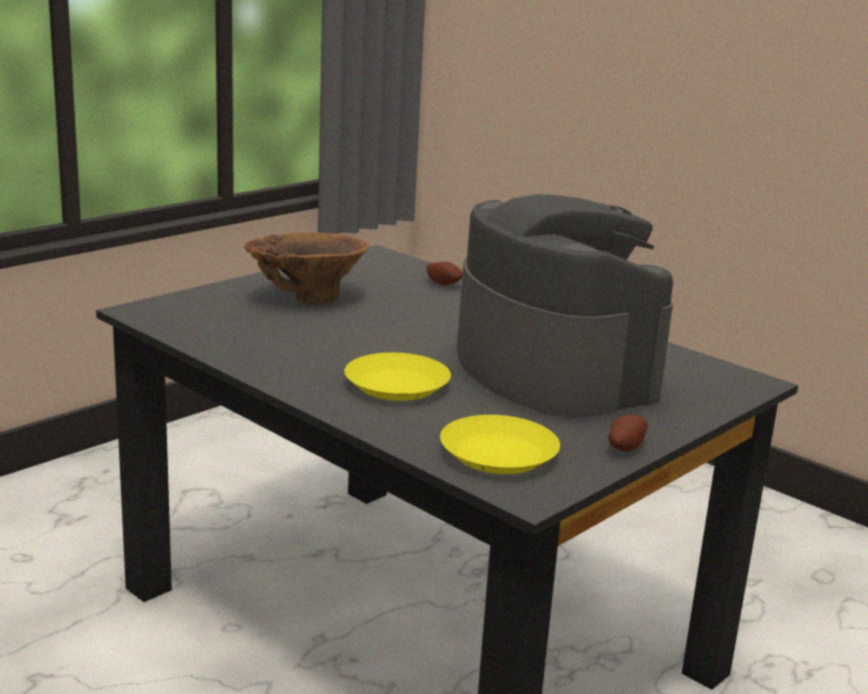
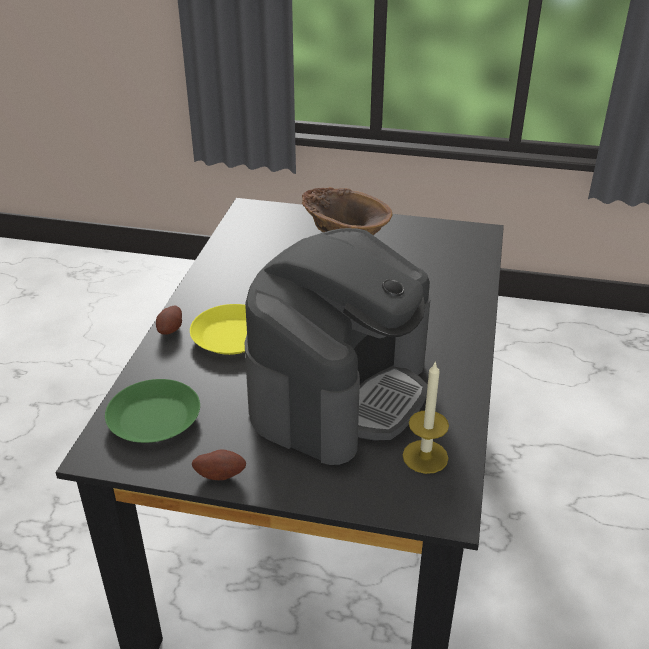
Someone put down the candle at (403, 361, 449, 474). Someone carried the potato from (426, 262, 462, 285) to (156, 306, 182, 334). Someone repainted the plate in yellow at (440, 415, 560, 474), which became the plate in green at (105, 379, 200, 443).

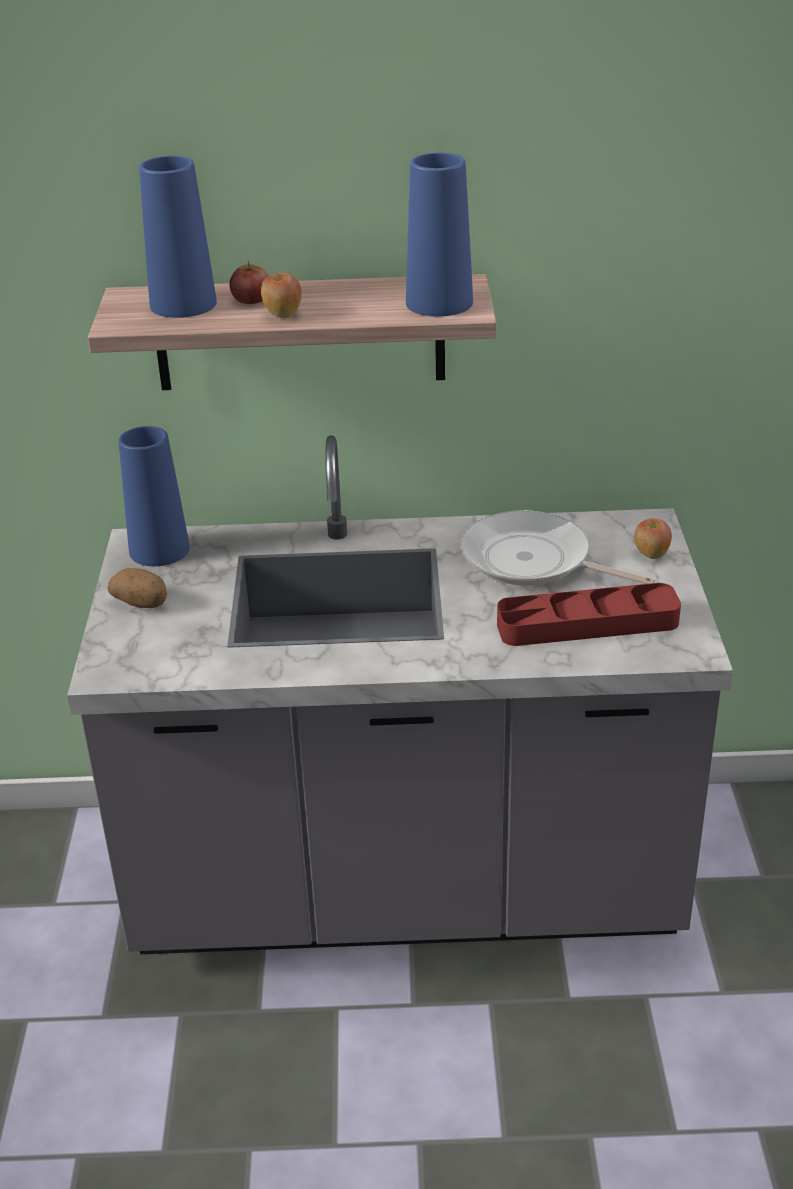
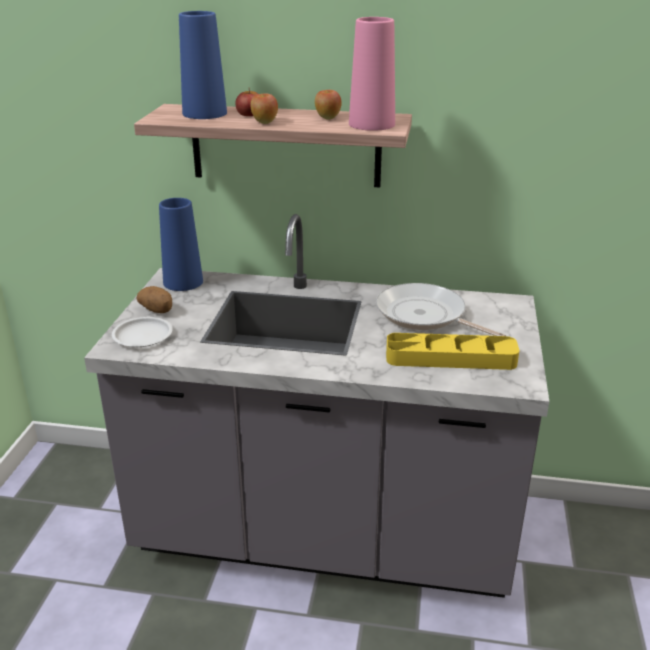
Someone put down the plate in white at (112, 317, 173, 347). Someone carried the apple from (634, 518, 672, 559) to (315, 90, 342, 120). Someone repainted the vase in blue at (406, 153, 473, 317), which became the vase in pink at (349, 17, 395, 131). Someone repainted the tray in red at (497, 583, 681, 646), which became the tray in yellow at (386, 333, 519, 370).

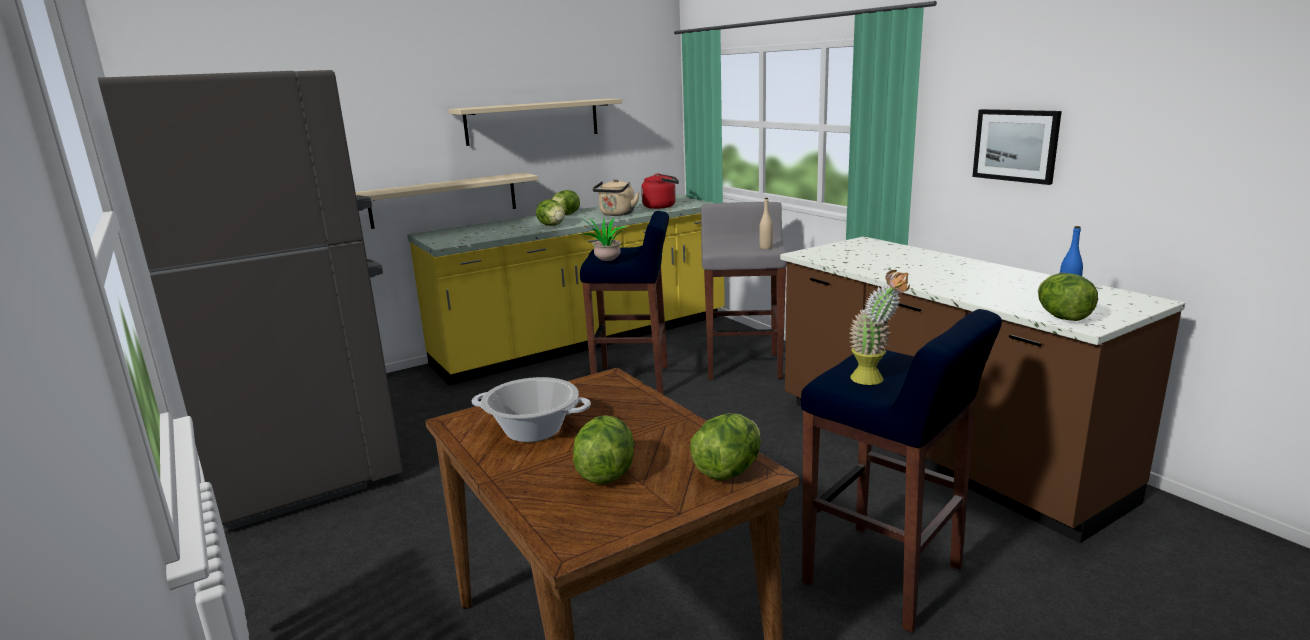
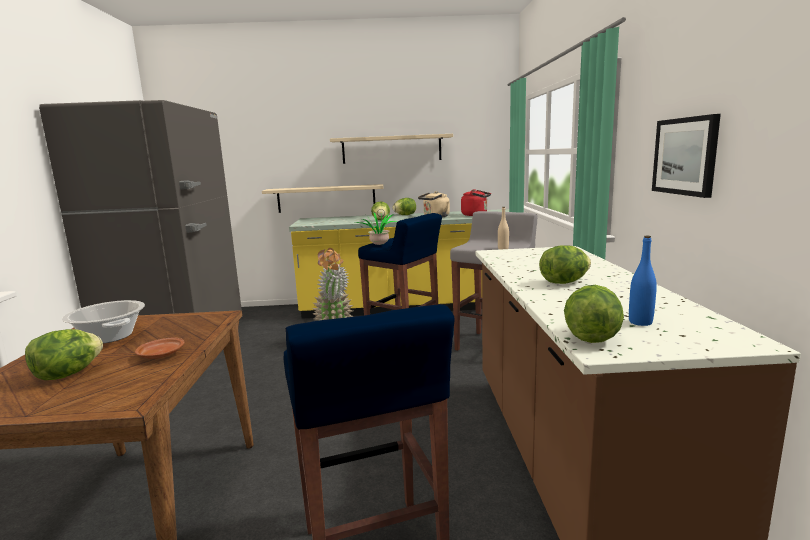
Someone put down the plate in brown at (135, 337, 185, 359). Someone carried the lettuce from (690, 413, 761, 480) to (539, 245, 591, 284).

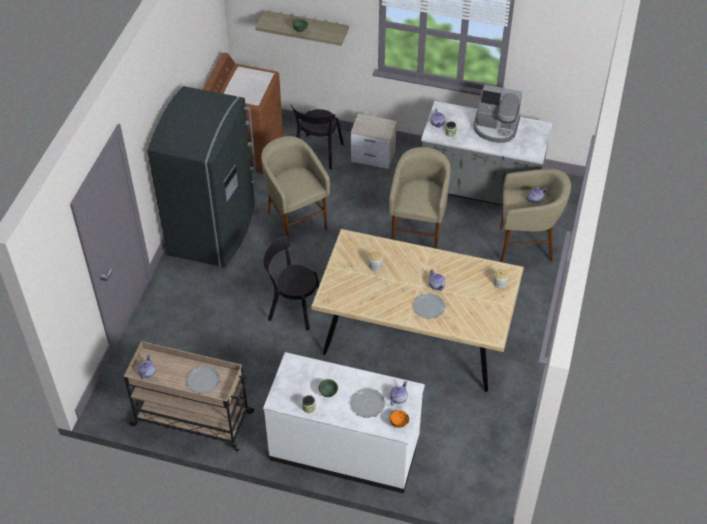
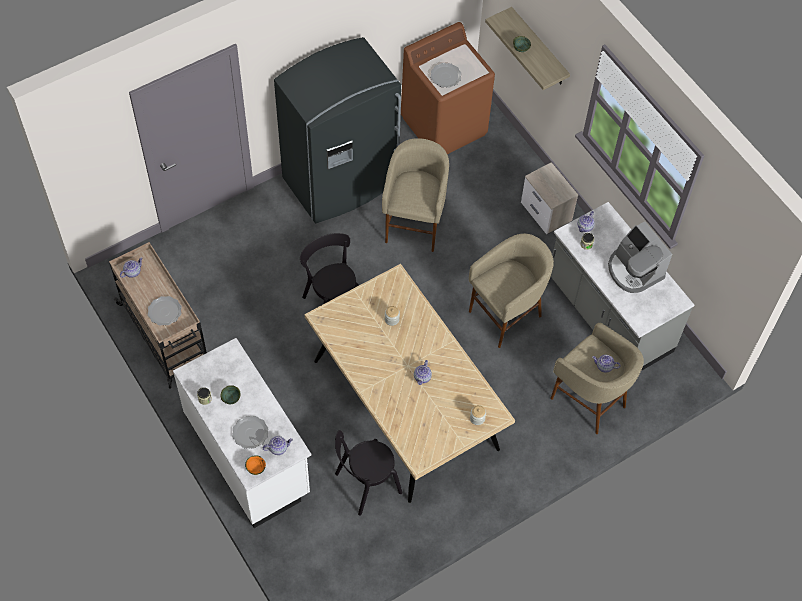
Someone carried the chair in black from (291, 105, 344, 170) to (335, 430, 403, 516). Someone carried the plate from (413, 293, 446, 319) to (430, 63, 462, 88).

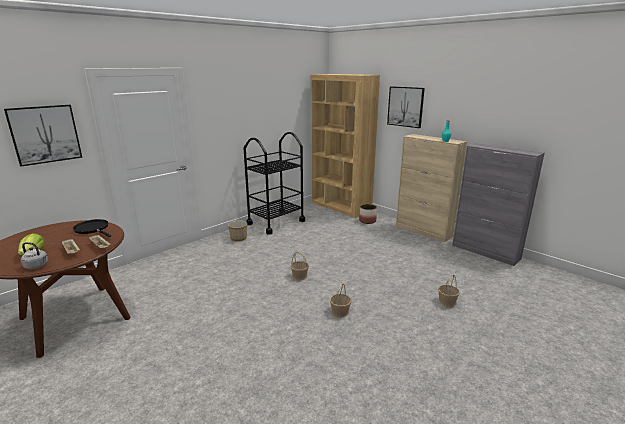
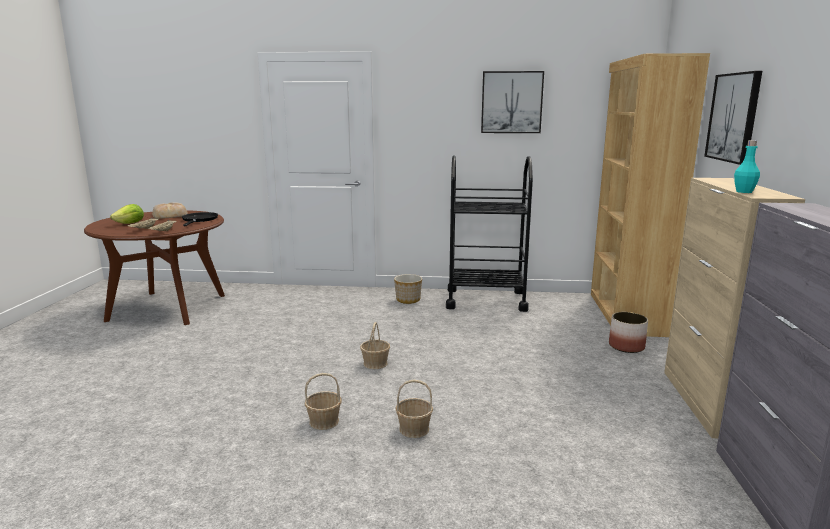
Someone took away the kettle in grey at (21, 242, 48, 269). Someone put down the bread at (152, 203, 188, 219). Someone carried the picture from (4, 105, 82, 167) to (481, 71, 544, 133). Someone carried the basket from (438, 274, 460, 307) to (395, 380, 433, 438).

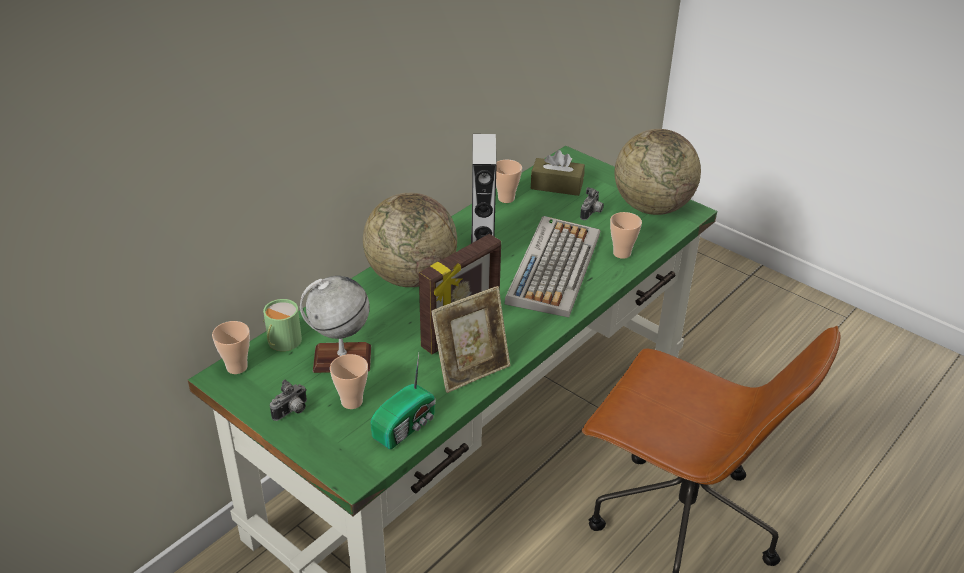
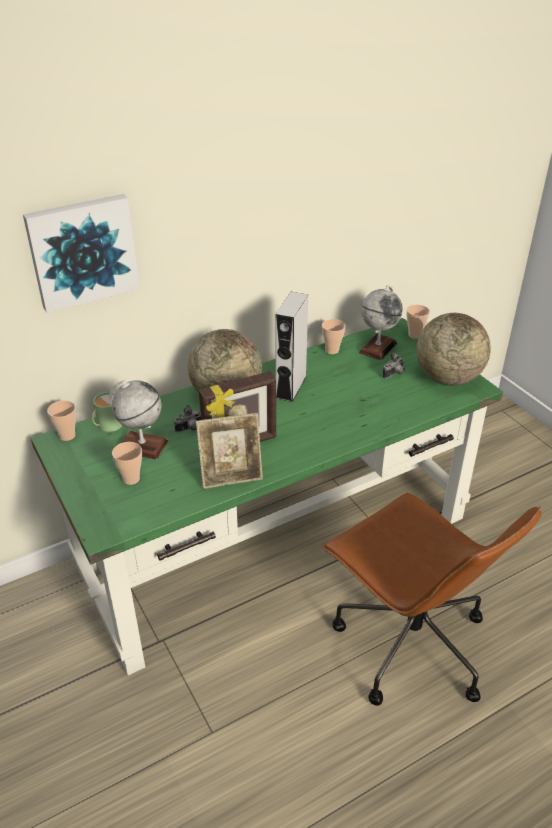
Someone took away the radio at (370, 353, 436, 449). Someone took away the keyboard at (505, 216, 600, 317). Someone put up the picture at (23, 194, 140, 313). Someone carried the photo camera from (270, 380, 307, 421) to (174, 405, 201, 432). Someone carried the cup from (610, 212, 642, 259) to (407, 305, 430, 339). Someone swapped the tissue box in brown at (531, 150, 585, 196) for the globe at (359, 285, 403, 360).

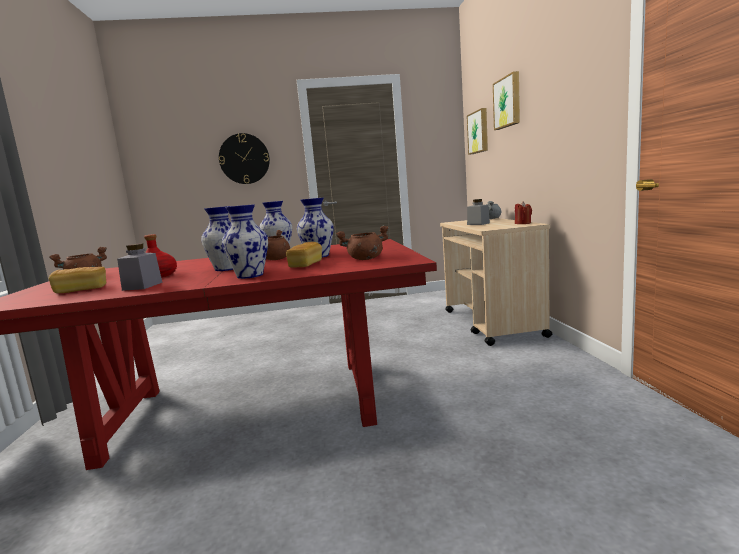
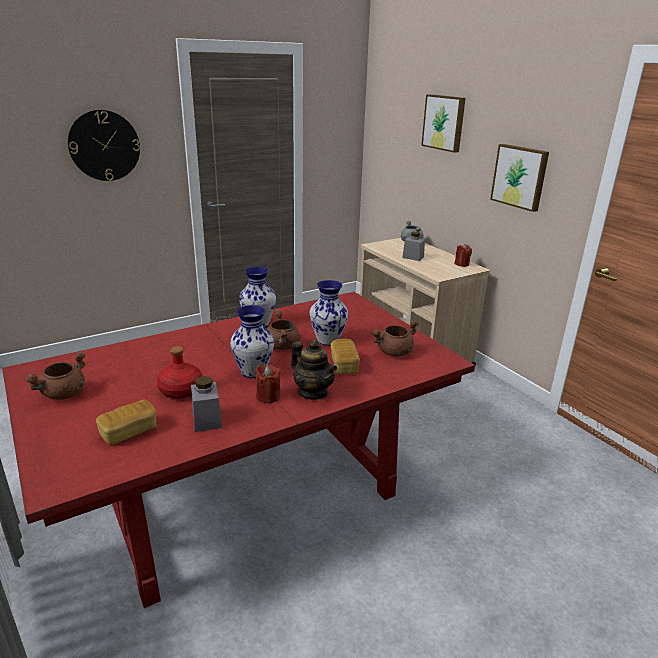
Someone put down the candle in red at (255, 365, 280, 403). Someone carried the picture from (467, 108, 488, 155) to (490, 144, 549, 212). Someone swapped the vase at (222, 204, 268, 279) for the teapot at (291, 340, 337, 400).

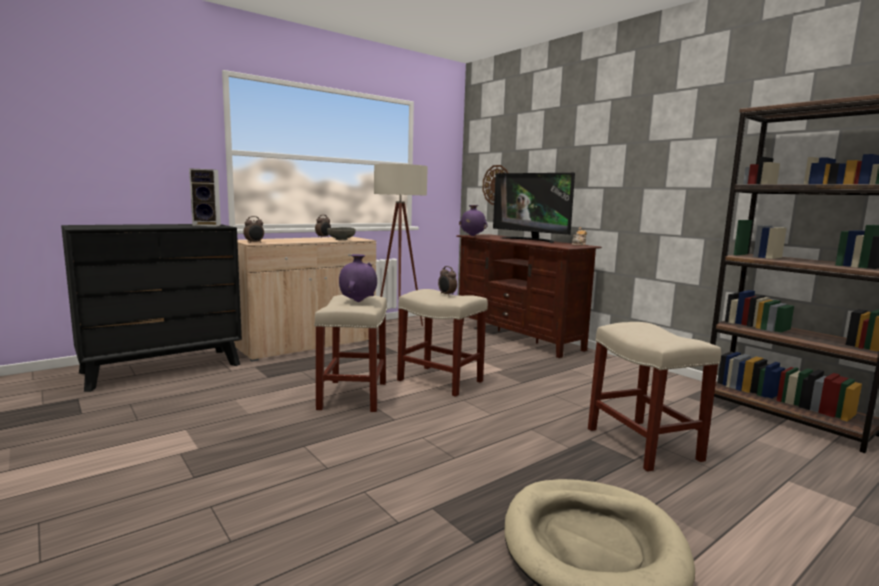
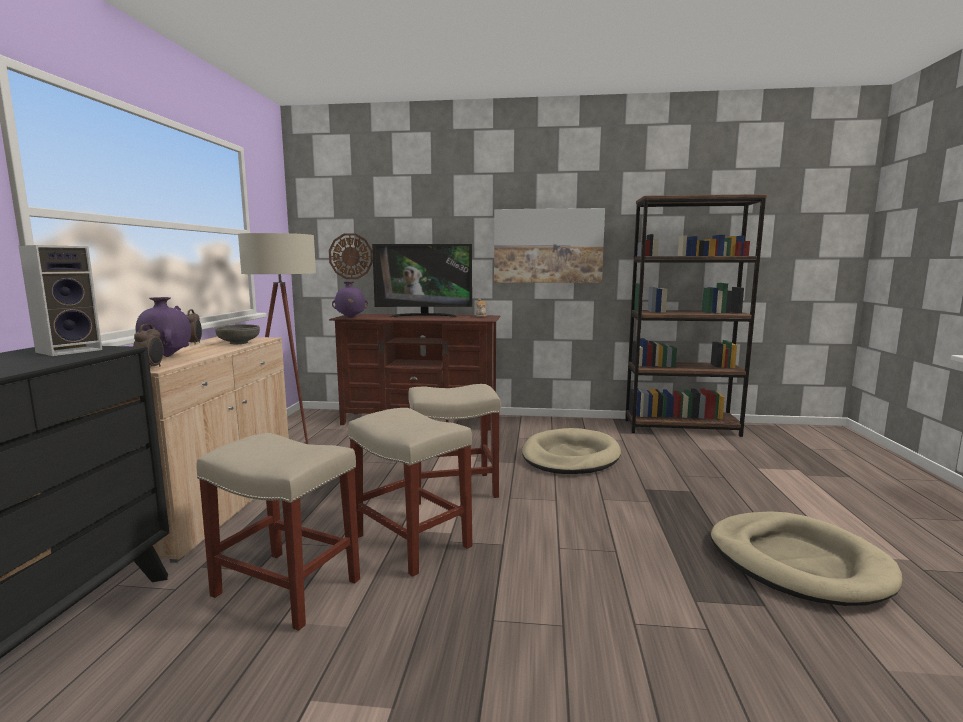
Someone took away the alarm clock at (438, 266, 457, 295). Someone put up the picture at (494, 208, 605, 283). Someone put down the dog bed in beige at (522, 428, 621, 474). Someone carried the vase in purple from (339, 254, 377, 302) to (136, 297, 191, 357). Someone carried the stool in beige from (588, 322, 721, 472) to (196, 433, 360, 631).

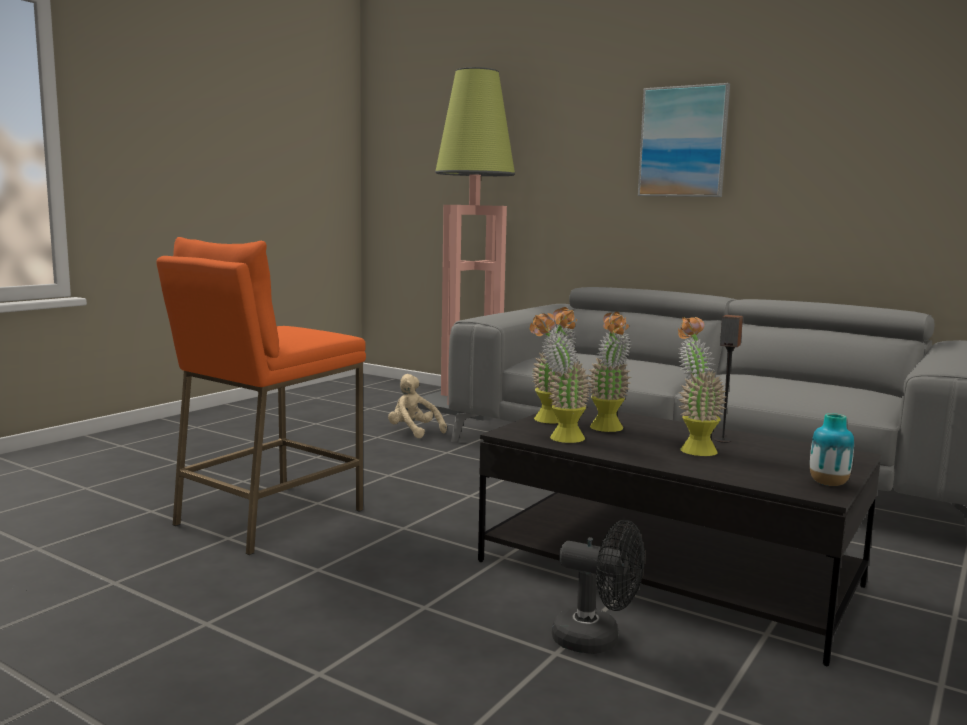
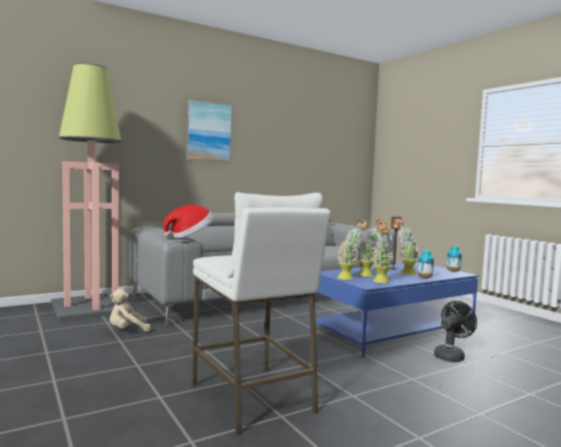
Someone put down the hat at (163, 205, 214, 238). Someone put down the vase at (418, 250, 434, 278). Someone repainted the stool in orange at (156, 237, 366, 555), which became the stool in white at (192, 192, 330, 435). Someone repainted the coffee table in black at (478, 406, 881, 666), which became the coffee table in blue at (316, 262, 478, 358).

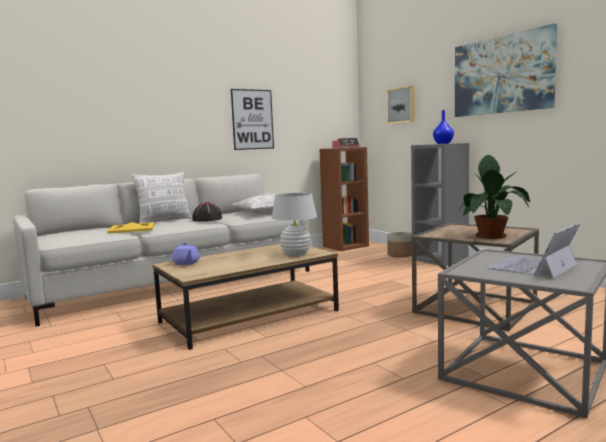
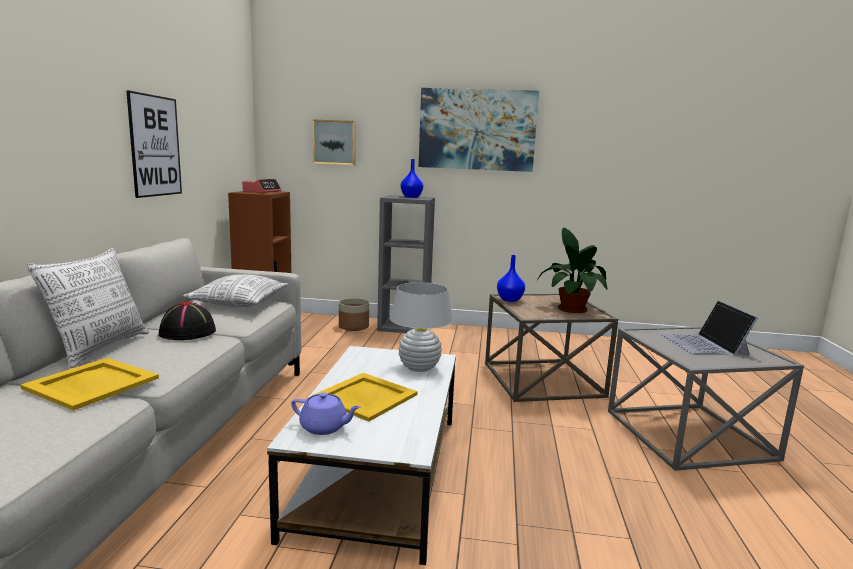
Someone put down the tray in yellow at (312, 373, 418, 422). Someone put down the vase in blue at (497, 255, 525, 302). Someone repainted the coffee table in brown at (152, 244, 339, 350), which became the coffee table in white at (267, 346, 456, 565).

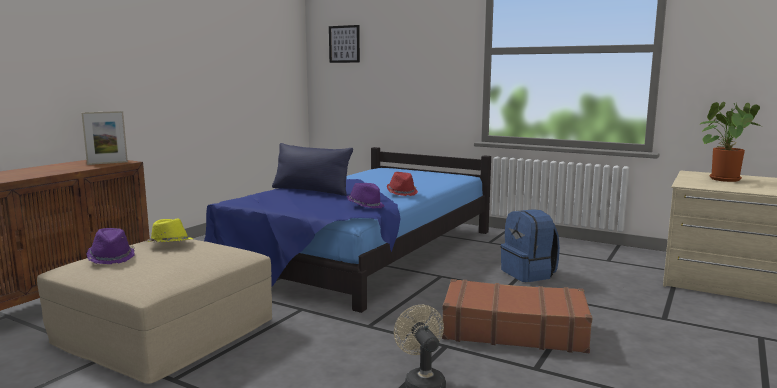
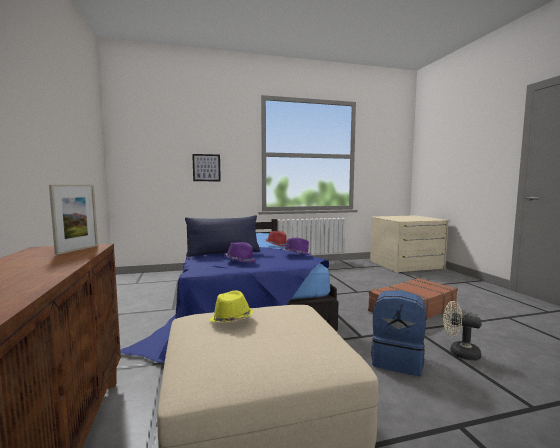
Someone took away the potted plant at (700, 102, 764, 182). Someone carried the hat in purple from (86, 228, 135, 264) to (224, 242, 256, 263). Someone carried the picture from (329, 25, 360, 63) to (192, 154, 221, 181). Someone carried the backpack in blue from (501, 209, 560, 282) to (371, 290, 426, 376).

